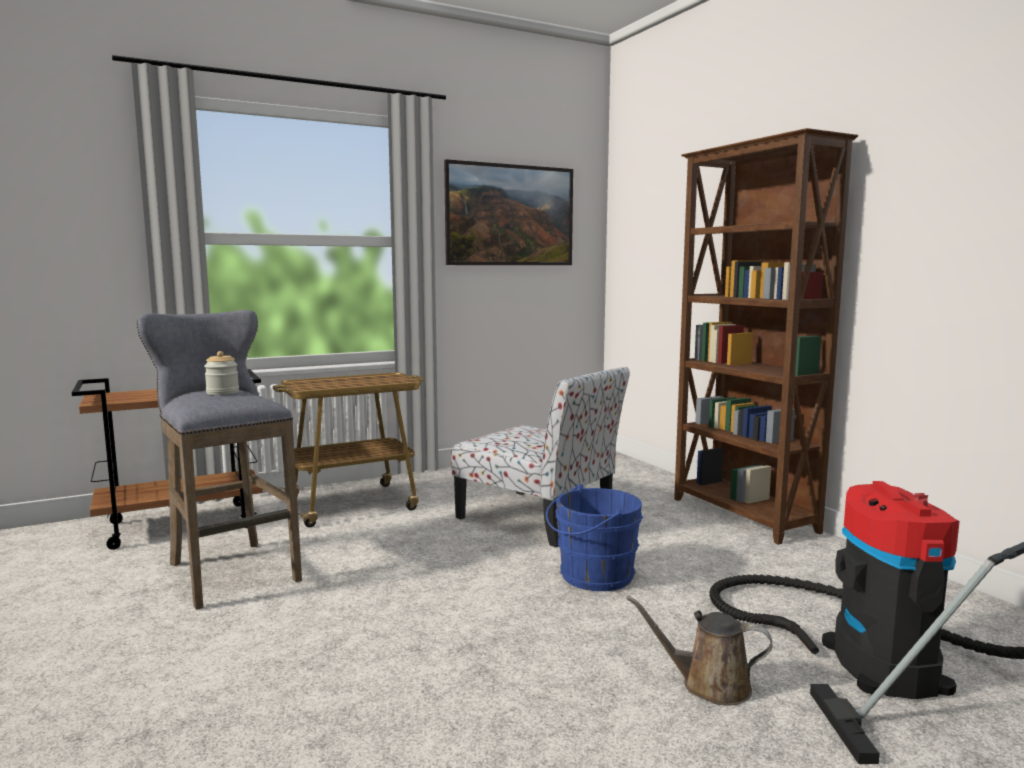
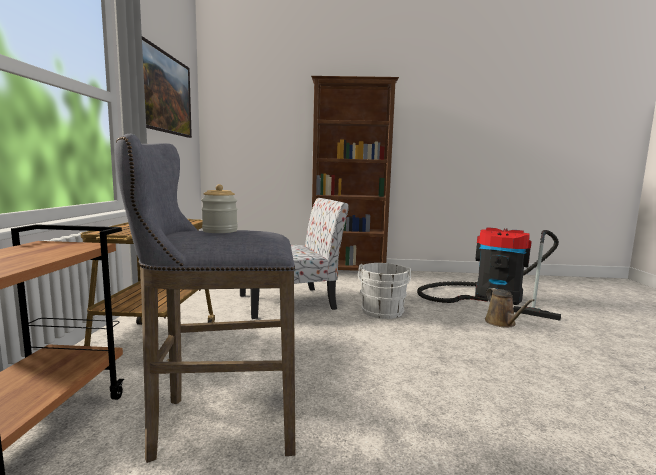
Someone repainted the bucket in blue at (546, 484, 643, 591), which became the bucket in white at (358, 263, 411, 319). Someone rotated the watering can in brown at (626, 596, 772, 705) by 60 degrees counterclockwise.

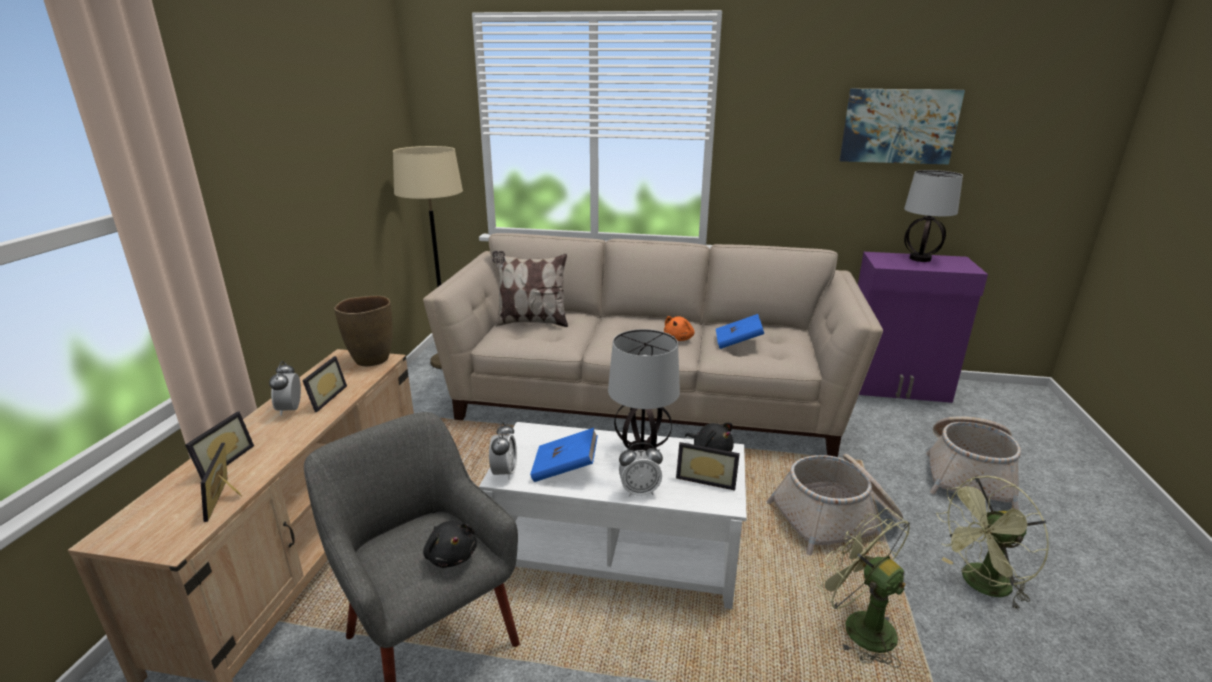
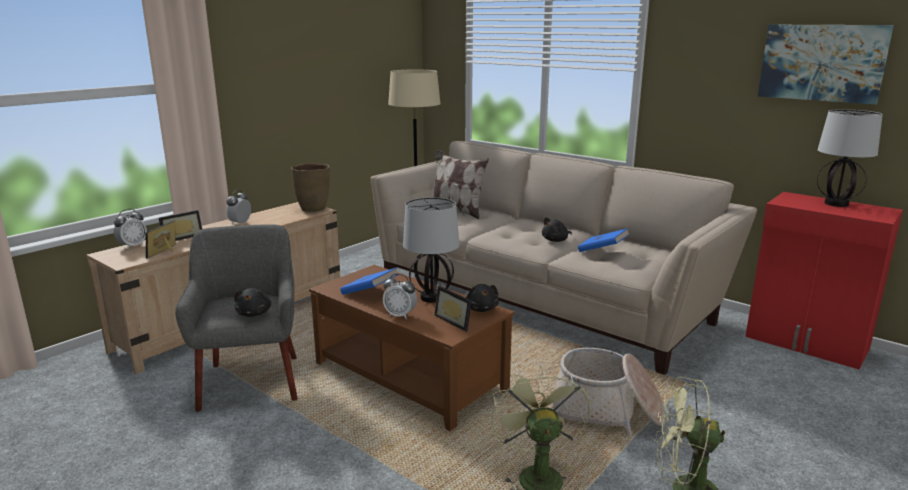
Someone took away the picture frame at (302, 356, 347, 412). Someone took away the basket at (926, 416, 1021, 510). Someone carried the alarm clock from (489, 422, 517, 480) to (114, 209, 147, 249). Someone repainted the coffee table in white at (479, 422, 747, 609), which became the coffee table in brown at (309, 265, 514, 431). Someone repainted the plush toy in orange at (664, 316, 695, 341), which became the plush toy in black at (542, 217, 572, 242). Someone repainted the cabinet in purple at (858, 252, 988, 403), which became the cabinet in red at (745, 192, 903, 370).

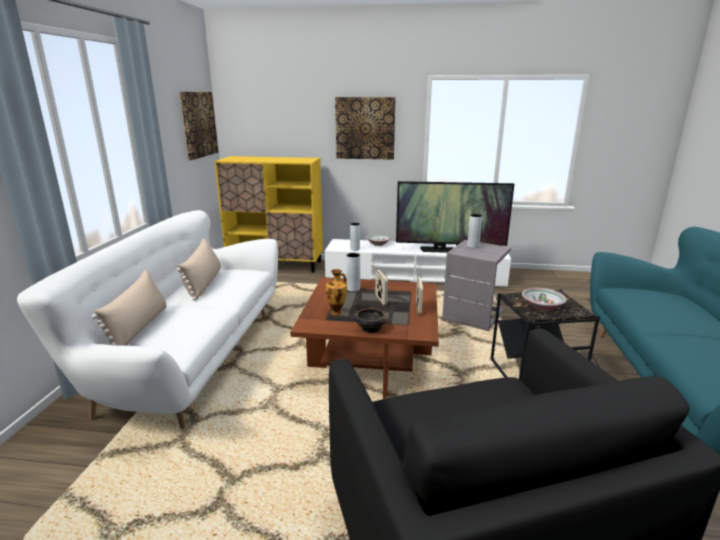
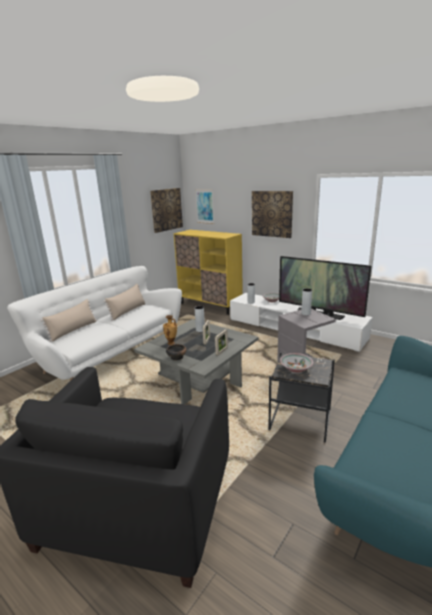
Someone put up the picture at (196, 190, 214, 224). Someone repainted the coffee table in brown at (290, 278, 439, 399), which became the coffee table in grey at (134, 319, 259, 404).

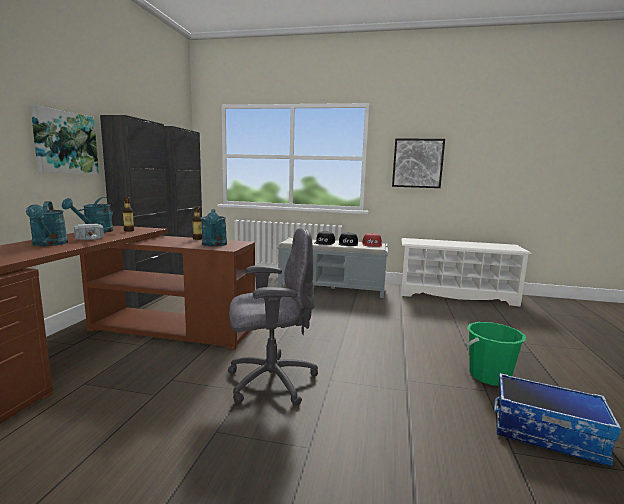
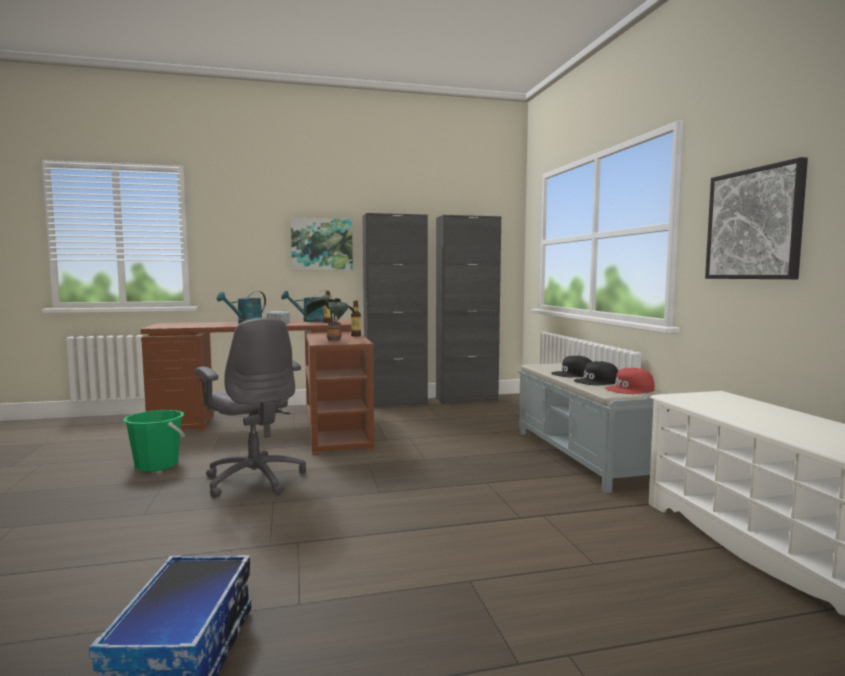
Someone carried the bucket in green from (465, 322, 526, 386) to (123, 410, 185, 472). Someone swapped the watering can in turquoise at (201, 209, 227, 247) for the potted plant at (306, 295, 355, 341).

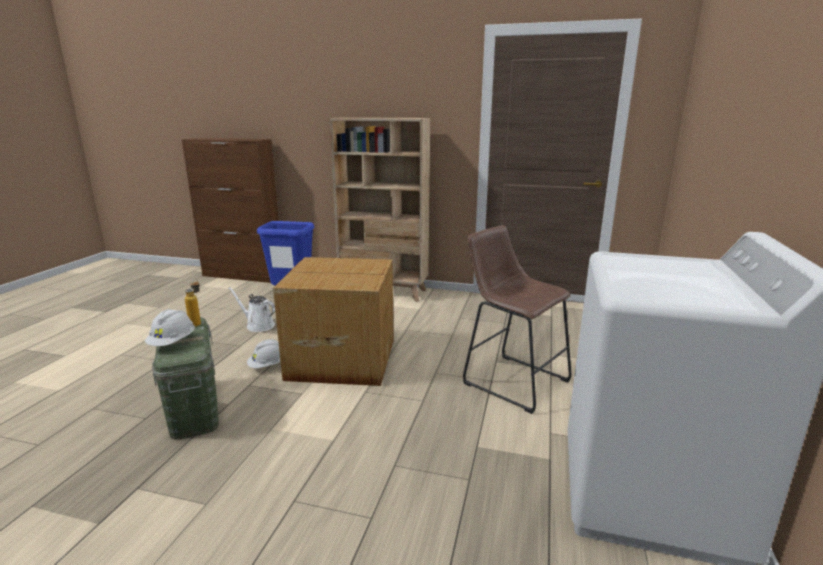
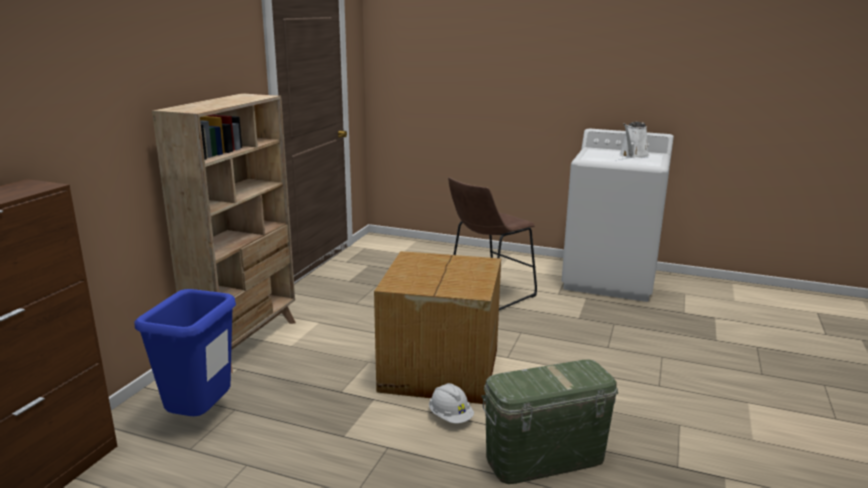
Someone took away the hard hat in white at (145, 309, 195, 346). Someone took away the bottle at (185, 279, 201, 327). Someone carried the watering can in white from (228, 287, 275, 332) to (619, 122, 649, 158).

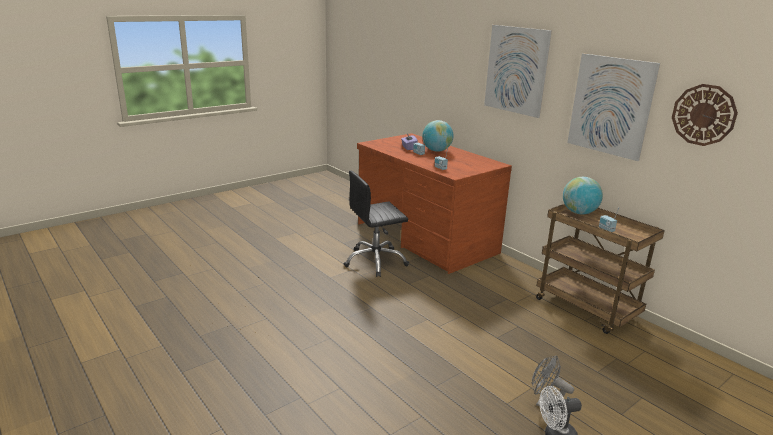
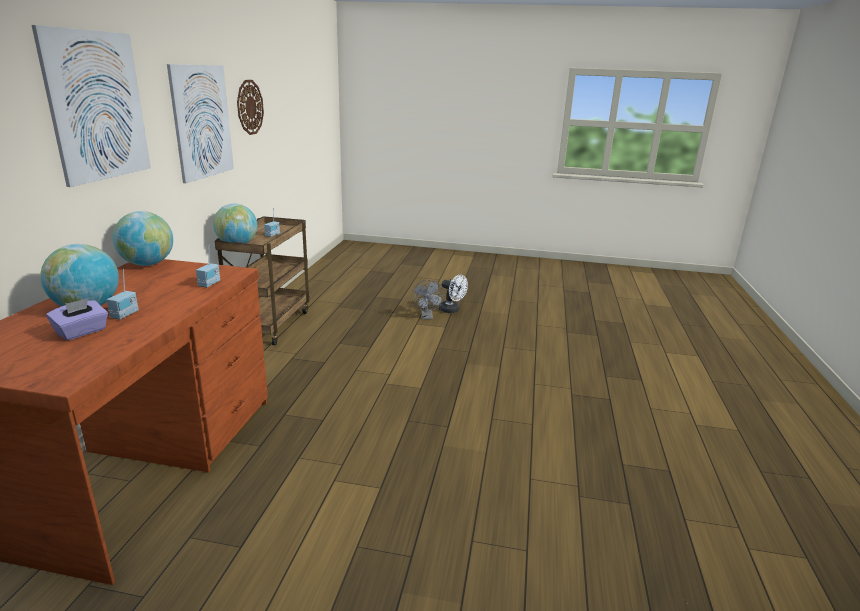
Someone took away the office chair in black at (344, 170, 409, 277). Someone put down the globe at (112, 211, 173, 266).

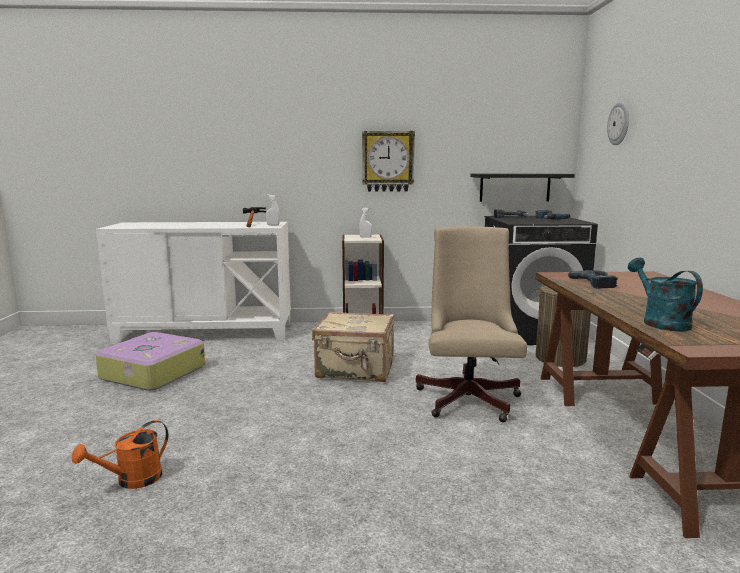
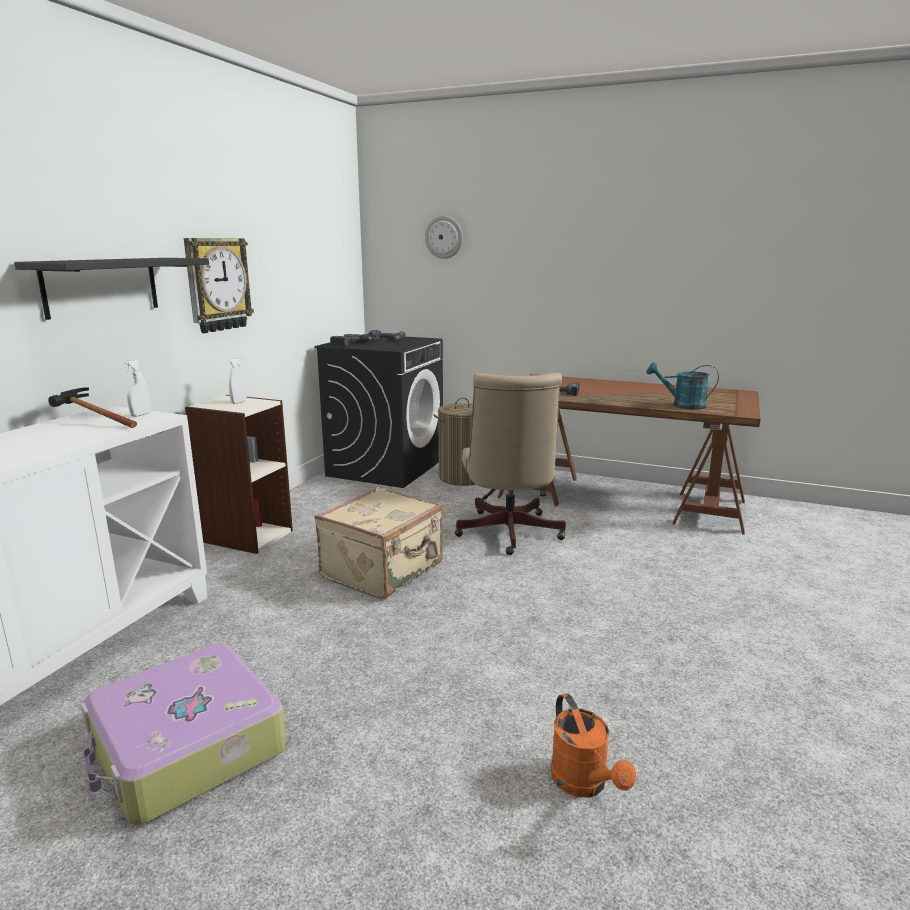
Someone carried the shelf in black from (470, 174, 575, 202) to (14, 258, 209, 320). Someone rotated the office chair in beige at (416, 226, 527, 422) by 120 degrees counterclockwise.

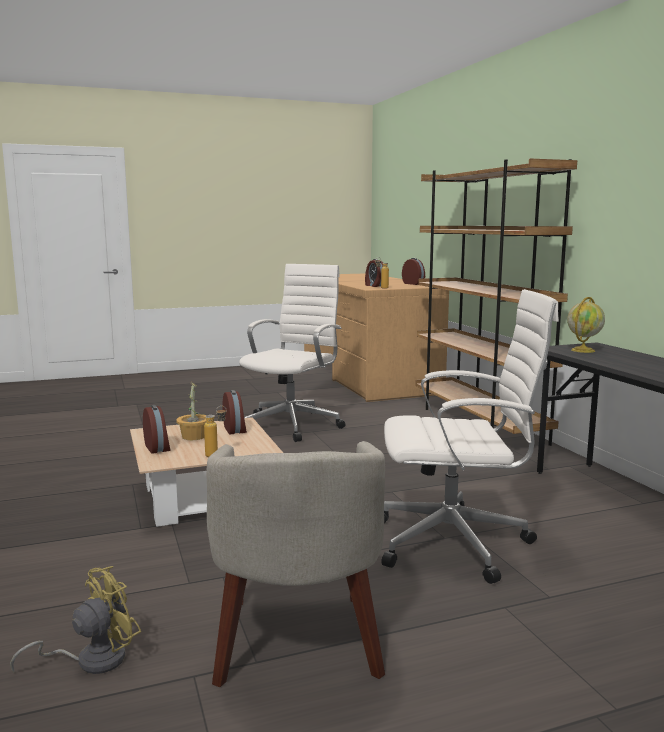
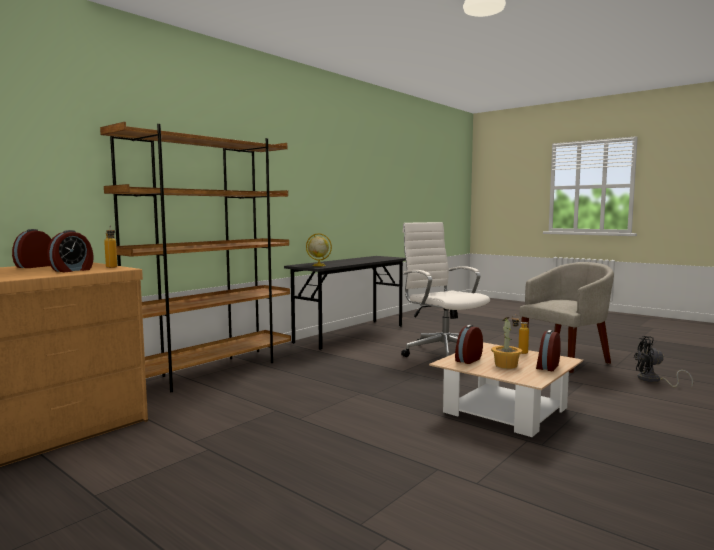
Someone took away the office chair in white at (239, 264, 346, 442). Someone repainted the fan in yellow at (10, 566, 141, 674), which became the fan in black at (634, 336, 693, 388).

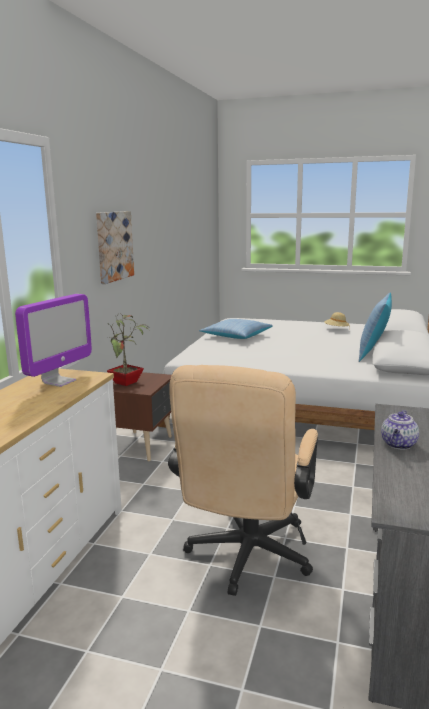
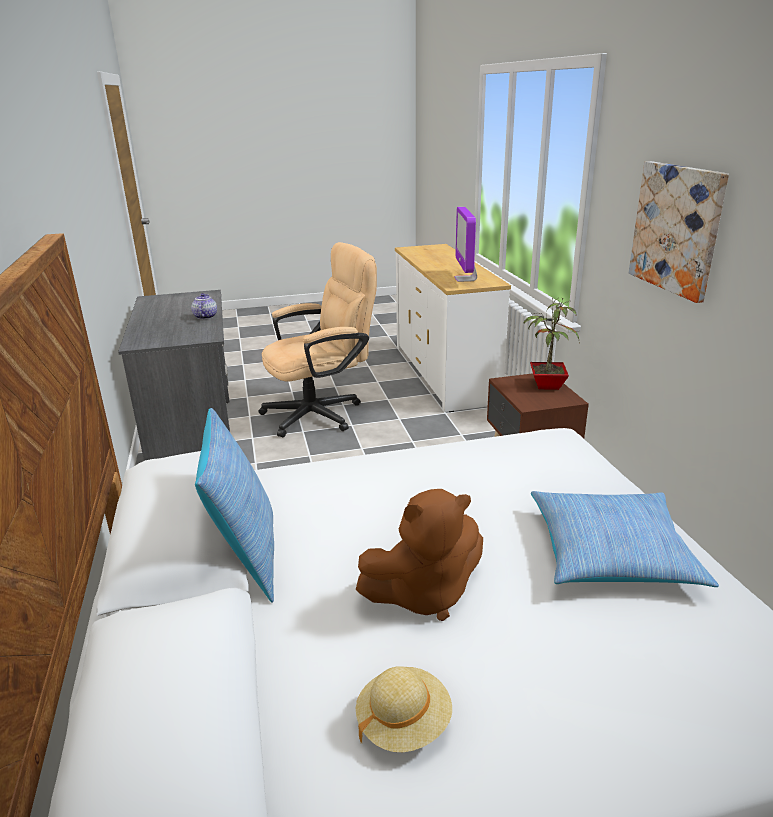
Someone put down the plush toy in brown at (356, 489, 483, 621). Someone rotated the office chair in beige at (168, 365, 318, 596) by 75 degrees clockwise.

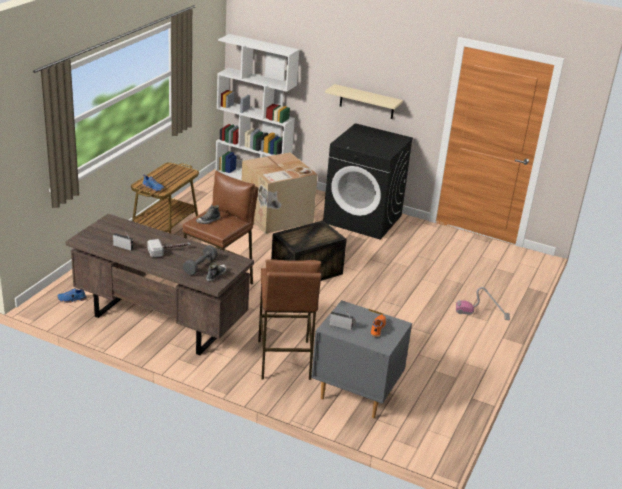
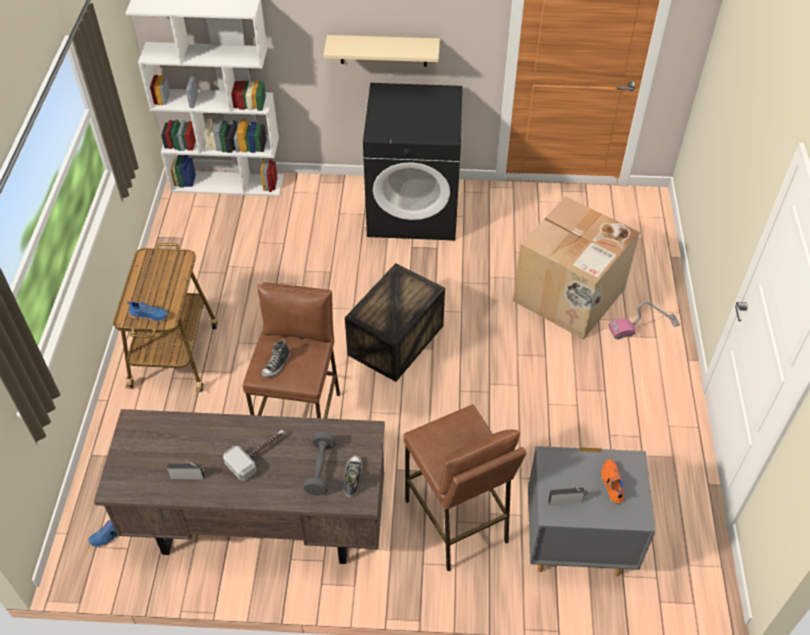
Someone carried the cardboard box from (242, 152, 318, 234) to (513, 196, 640, 339).

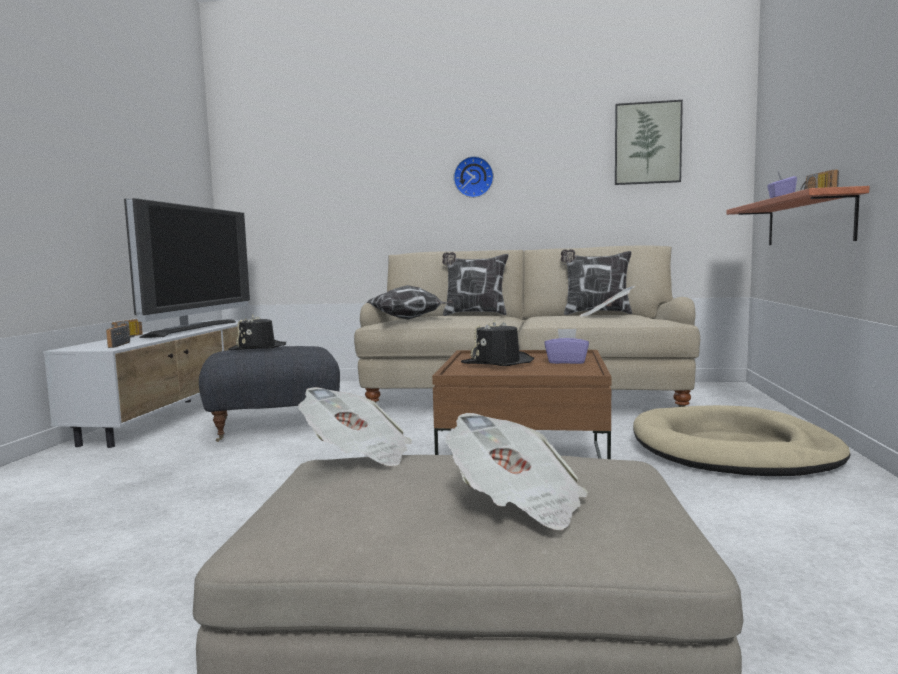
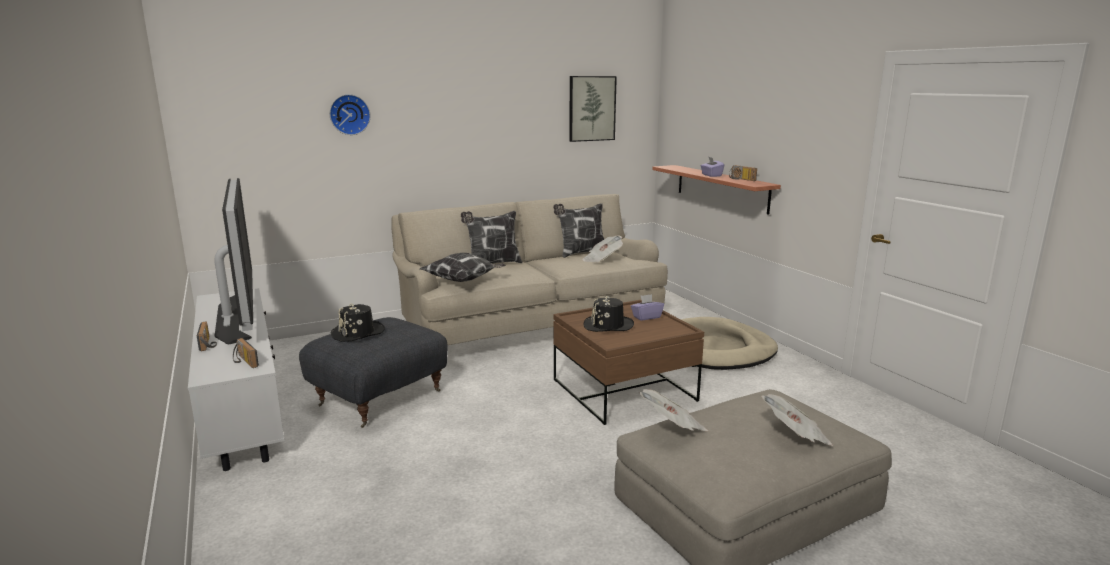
Someone carried the wall clock from (453, 156, 494, 198) to (329, 94, 371, 135).

